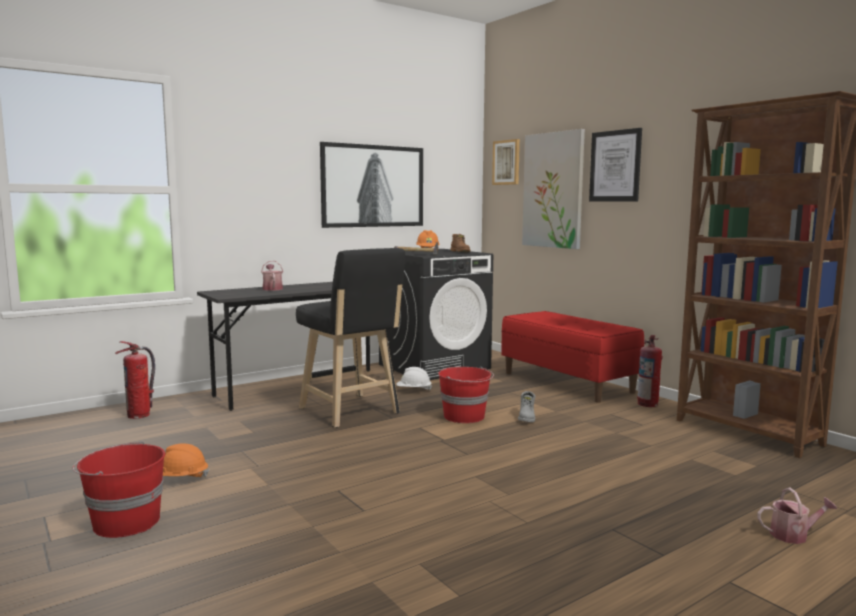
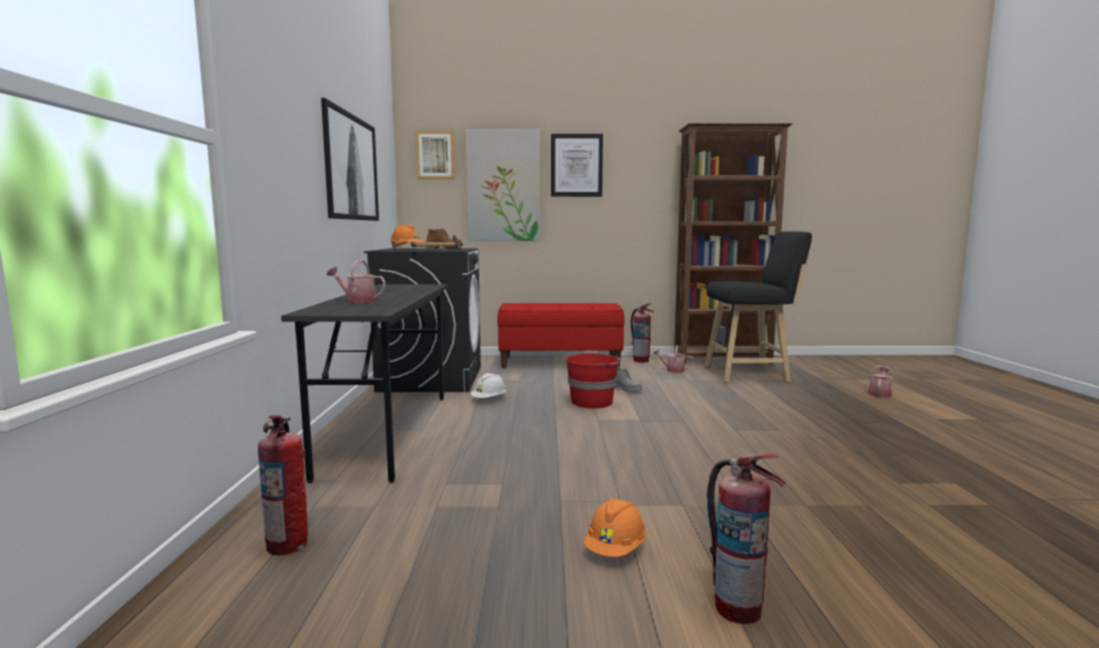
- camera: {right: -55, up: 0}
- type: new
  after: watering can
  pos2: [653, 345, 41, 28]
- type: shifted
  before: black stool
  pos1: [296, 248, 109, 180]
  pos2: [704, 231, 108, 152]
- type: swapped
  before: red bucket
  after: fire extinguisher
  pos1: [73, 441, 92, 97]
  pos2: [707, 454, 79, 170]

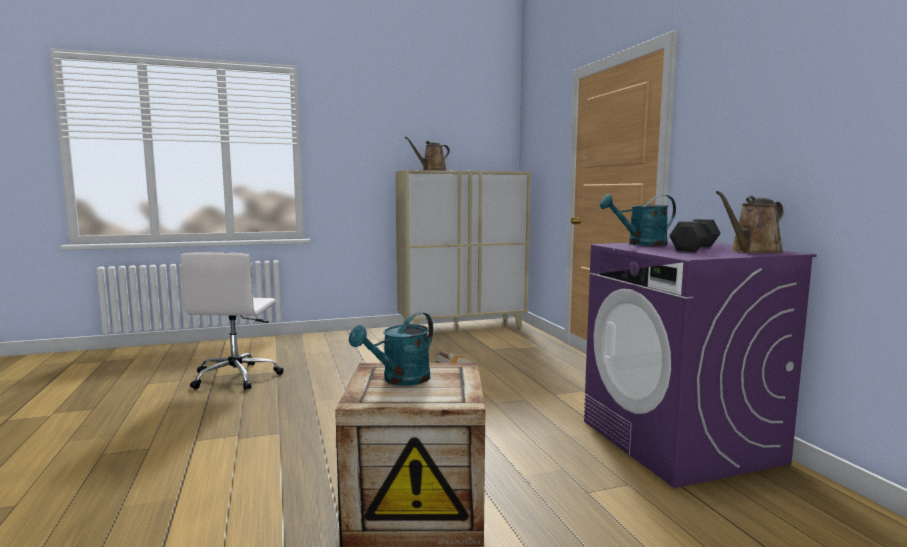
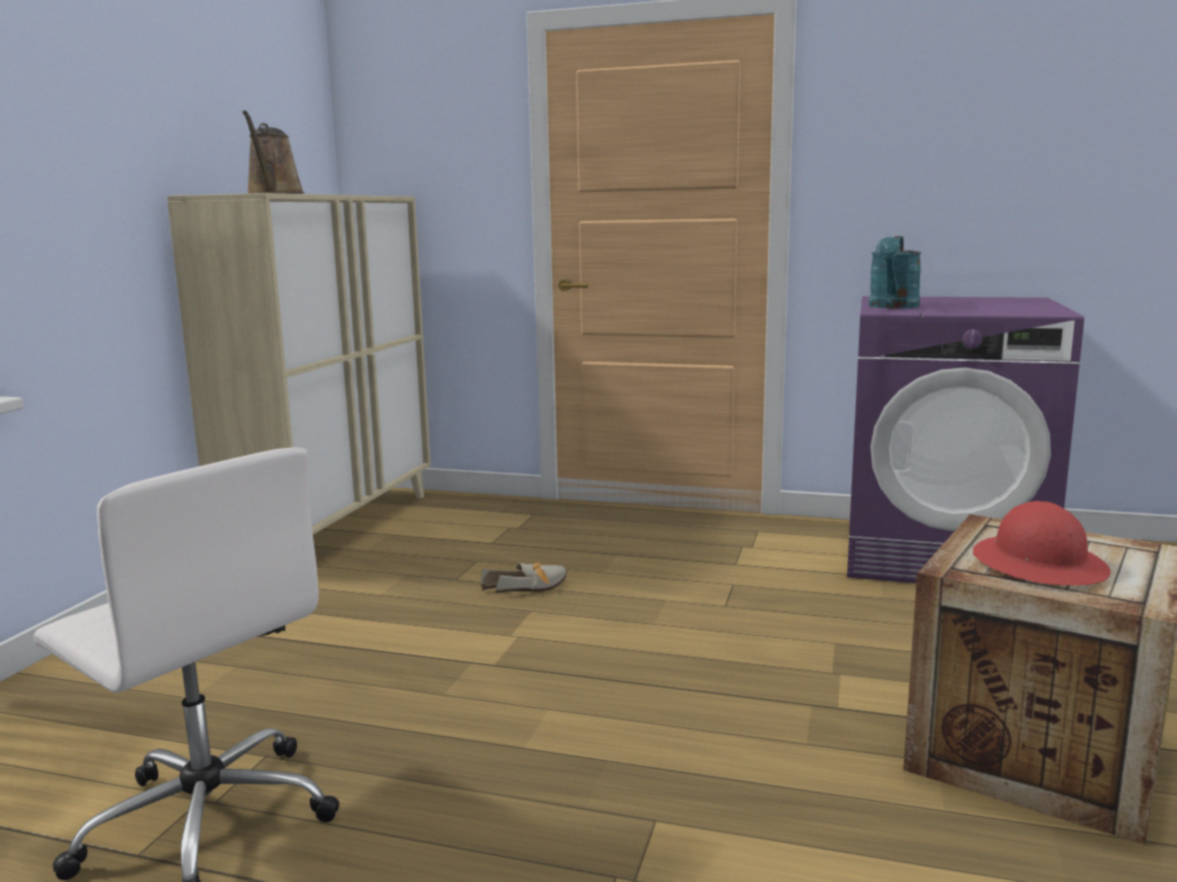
- camera: {right: -55, up: 5}
- type: swapped
  before: turquoise watering can
  after: red hard hat
  pos1: [349, 312, 84, 74]
  pos2: [973, 501, 138, 85]
- type: gone
  before: grey dumbbell
  pos1: [669, 219, 52, 33]
- type: gone
  before: brown watering can
  pos1: [716, 191, 68, 62]

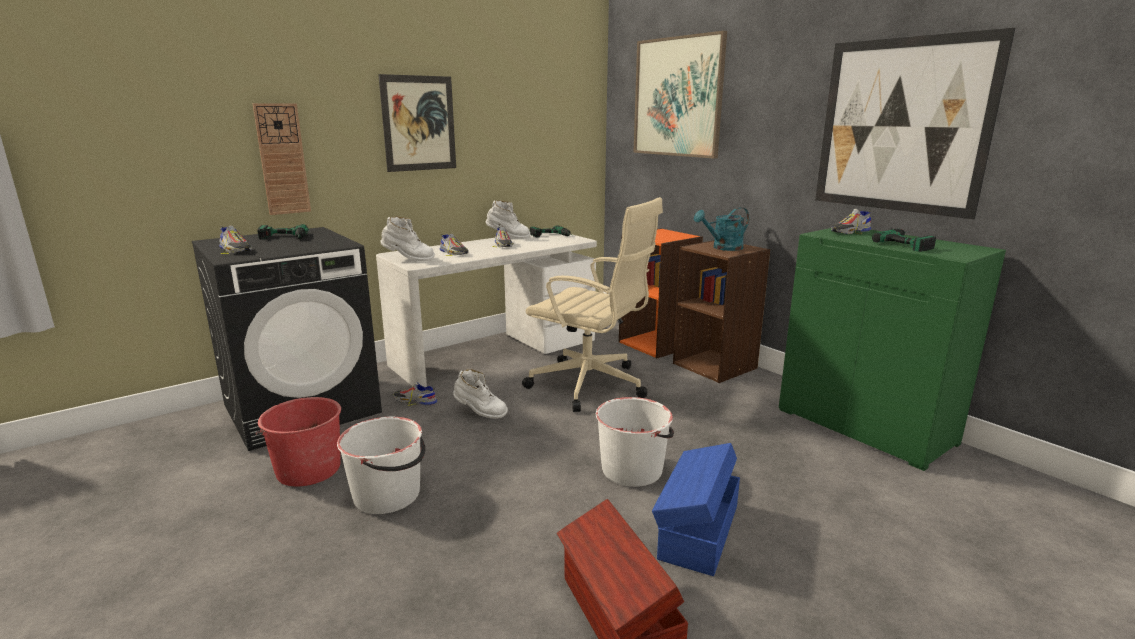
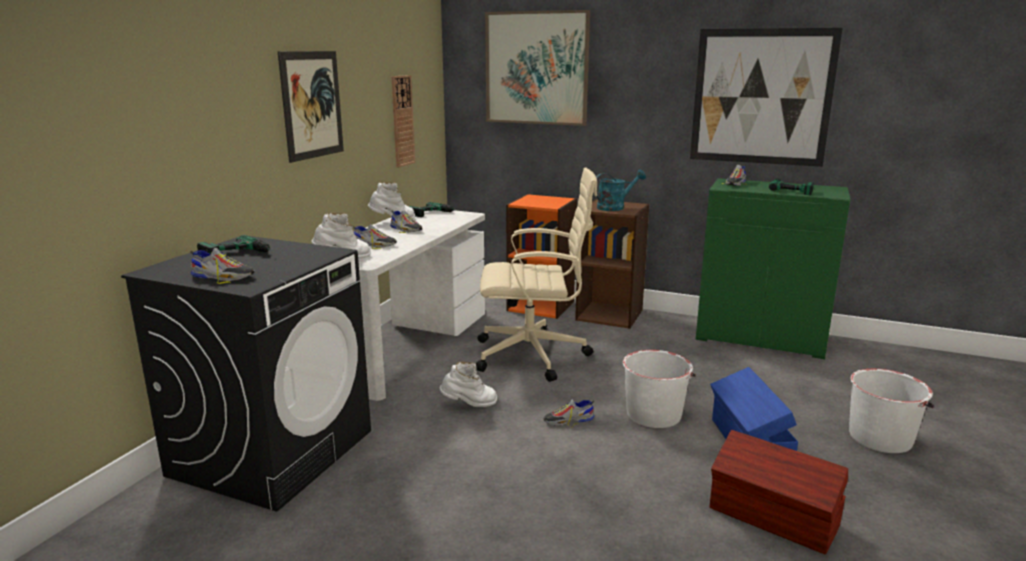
- camera: {right: -30, up: 0}
- type: shifted
  before: wall clock
  pos1: [253, 103, 58, 112]
  pos2: [391, 75, 24, 93]
- type: shifted
  before: shoe
  pos1: [394, 382, 43, 24]
  pos2: [544, 399, 50, 28]
- type: rotated
  before: turquoise watering can
  pos1: [694, 207, 55, 44]
  pos2: [596, 169, 50, 42]
  turn: -150
- type: shifted
  before: white bucket
  pos1: [337, 417, 88, 97]
  pos2: [849, 369, 85, 84]
- type: gone
  before: red bucket
  pos1: [255, 397, 86, 89]

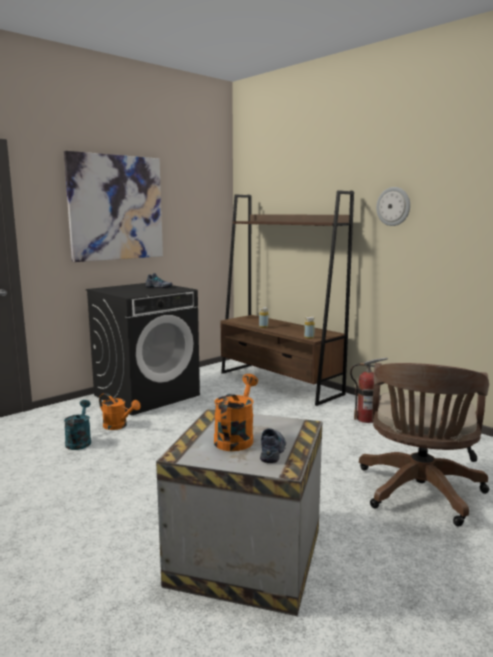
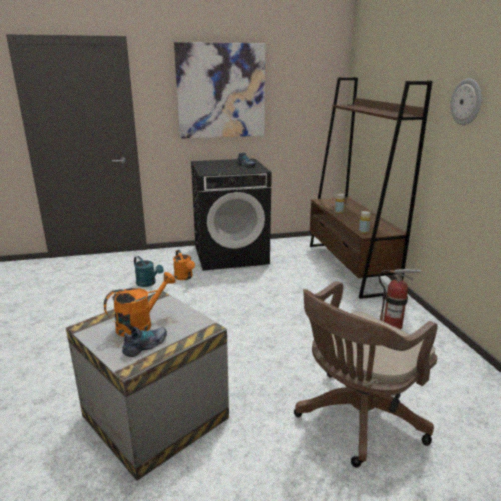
- camera: {right: 30, up: 10}
- type: rotated
  before: turquoise watering can
  pos1: [64, 400, 27, 50]
  pos2: [134, 256, 30, 31]
  turn: 105

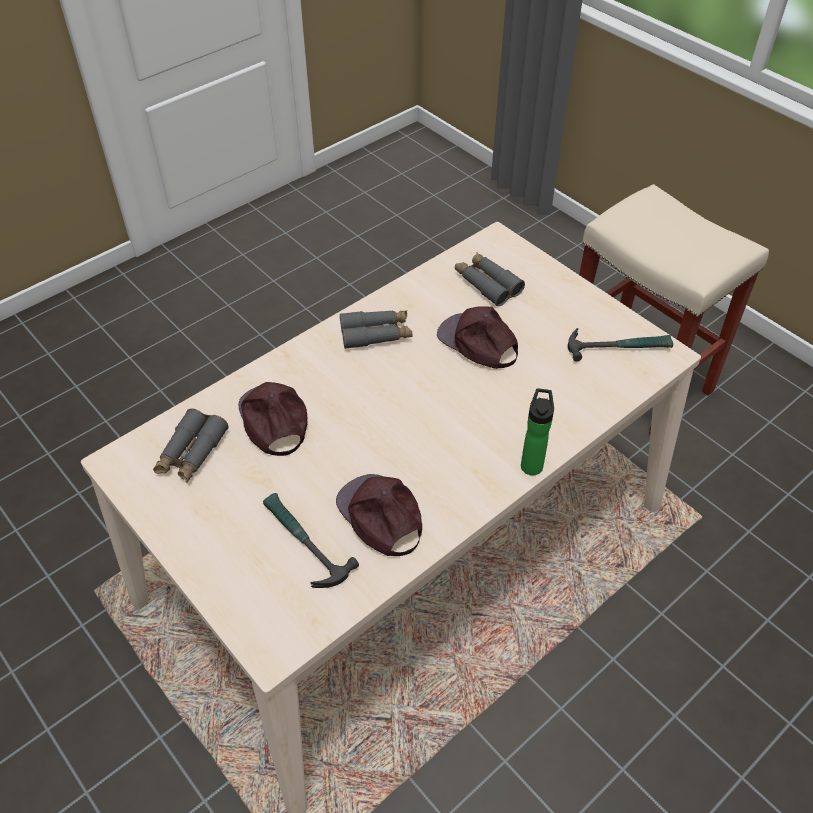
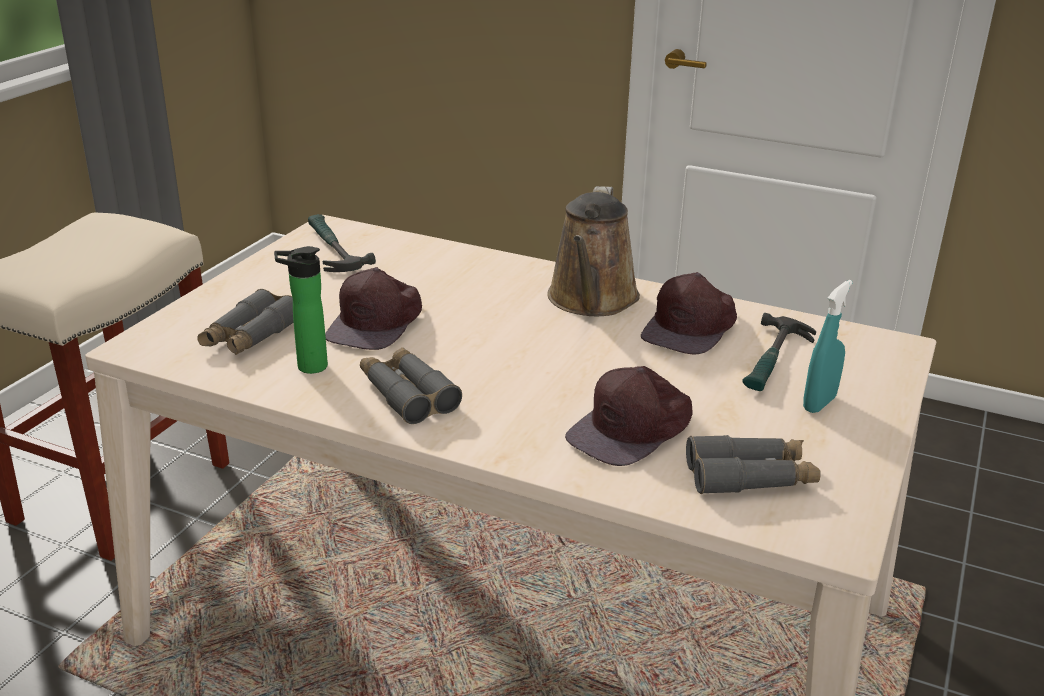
- camera: {right: -115, up: -20}
- type: shifted
  before: bottle
  pos1: [521, 389, 33, 86]
  pos2: [274, 246, 54, 128]
- type: new
  after: brown watering can
  pos2: [547, 186, 93, 130]
- type: new
  after: turquoise spray bottle
  pos2: [803, 280, 50, 133]

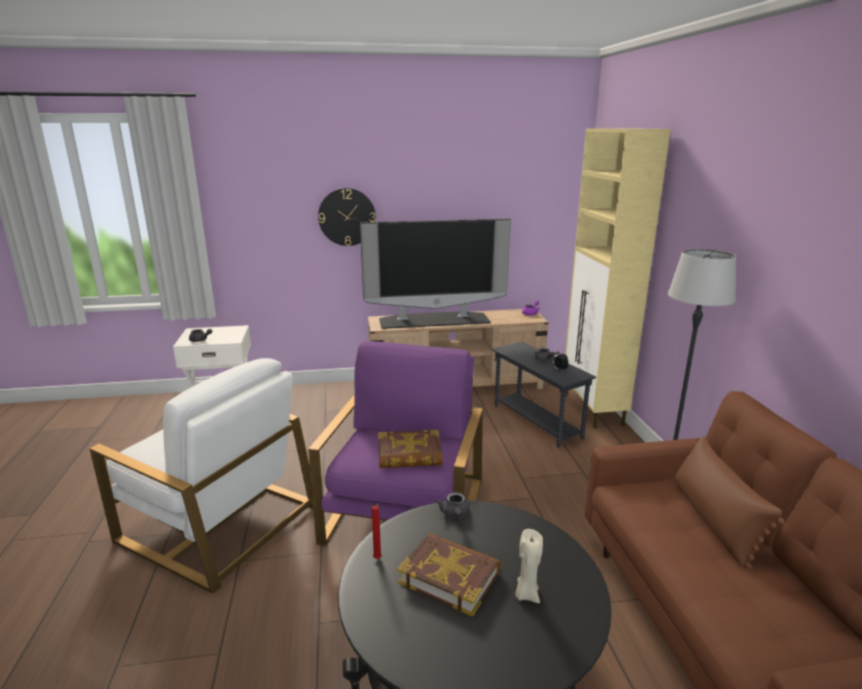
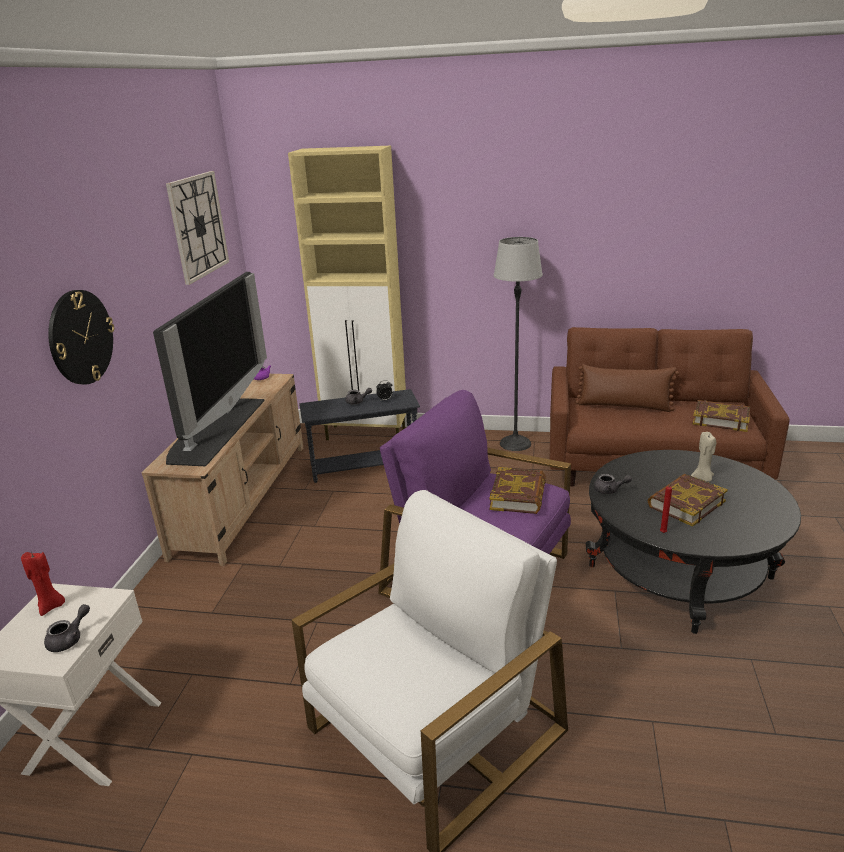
- camera: {right: -70, up: 5}
- type: new
  after: red candle
  pos2: [21, 552, 44, 64]
- type: new
  after: wall clock
  pos2: [166, 171, 63, 114]
- type: new
  after: book
  pos2: [693, 400, 57, 32]

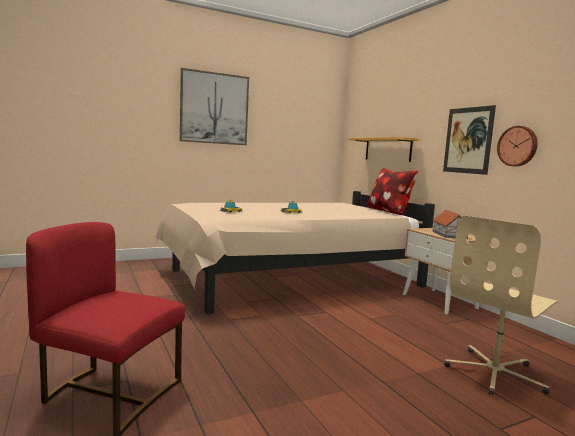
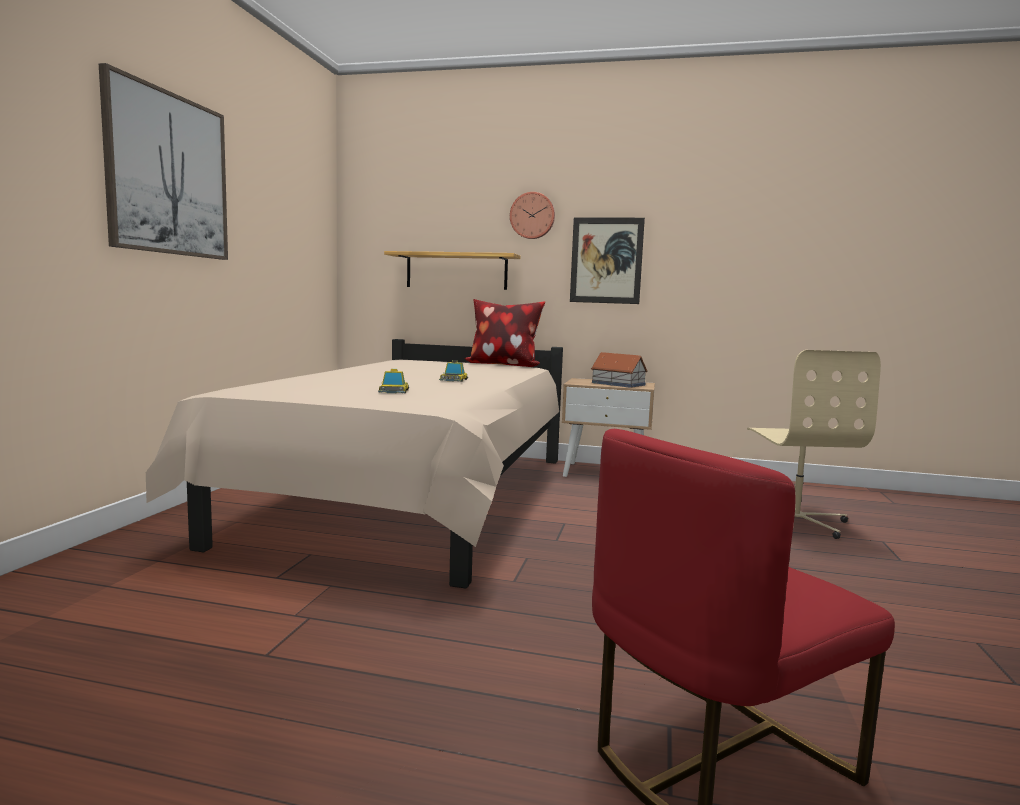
- camera: {right: -50, up: 0}
- type: shifted
  before: wall clock
  pos1: [497, 126, 41, 40]
  pos2: [510, 192, 45, 47]

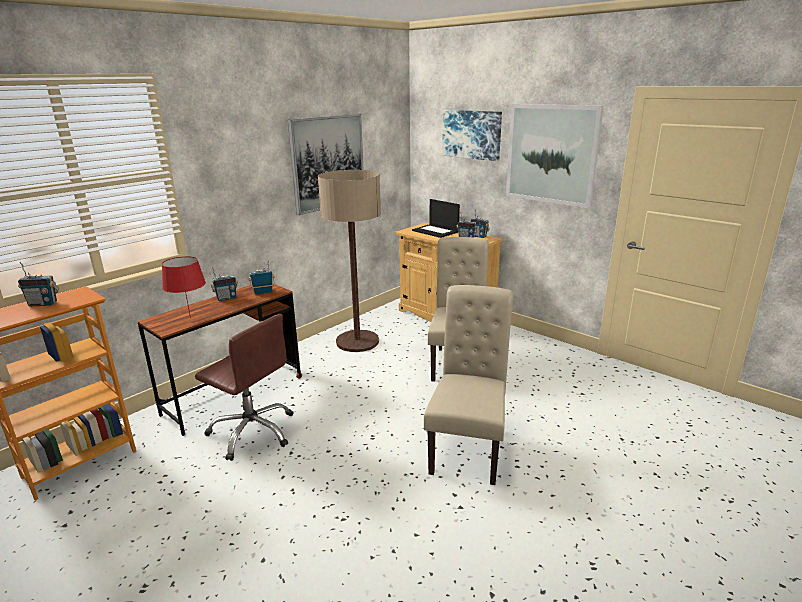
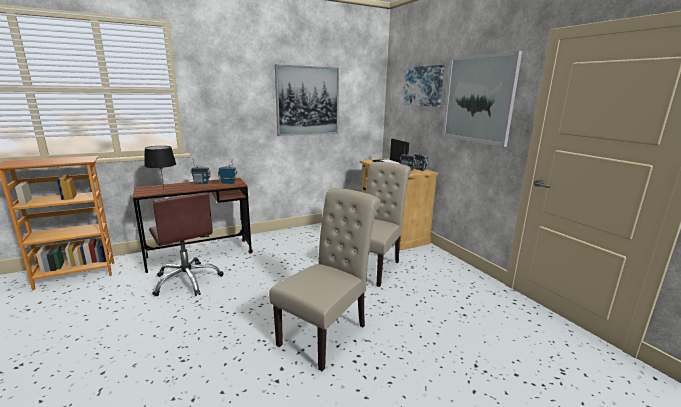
- camera: {right: 20, up: -5}
- type: repainted
  before: red table lamp
  after: black table lamp
  pos1: [162, 256, 44, 63]
  pos2: [144, 146, 32, 41]
- type: gone
  before: radio
  pos1: [18, 262, 41, 45]
- type: gone
  before: floor lamp
  pos1: [318, 170, 63, 182]

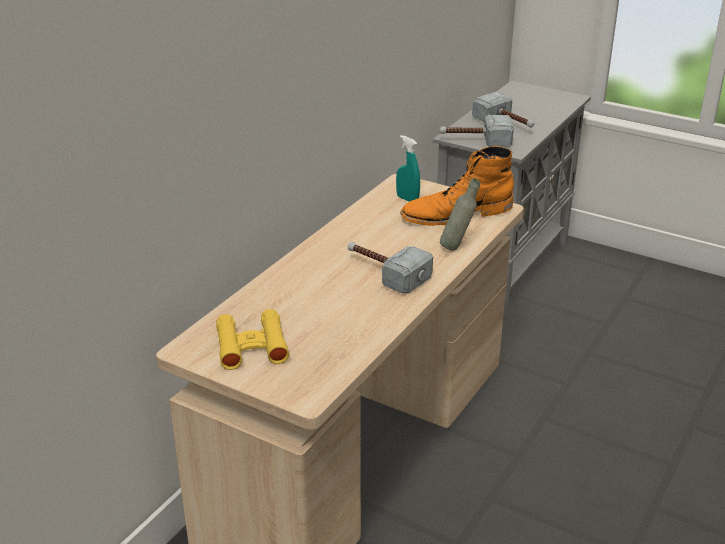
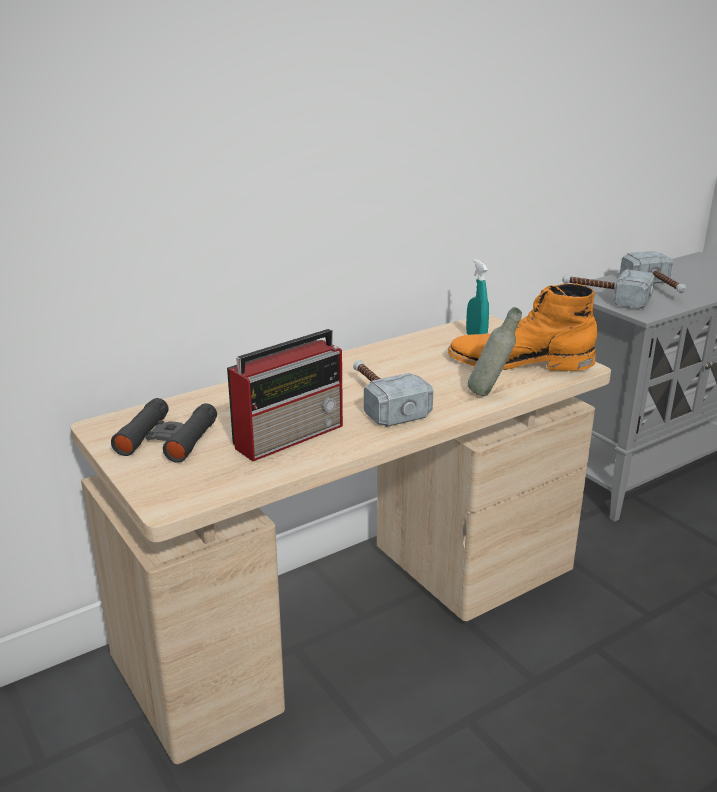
- camera: {right: 25, up: -5}
- type: repainted
  before: yellow binoculars
  after: black binoculars
  pos1: [216, 309, 73, 61]
  pos2: [111, 398, 106, 65]
- type: new
  after: radio
  pos2: [227, 329, 116, 132]

